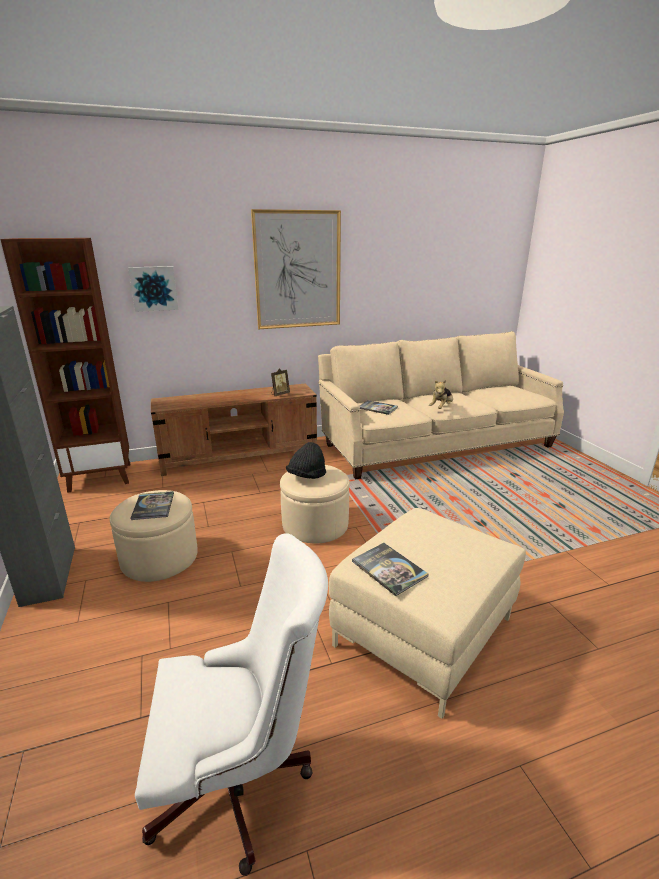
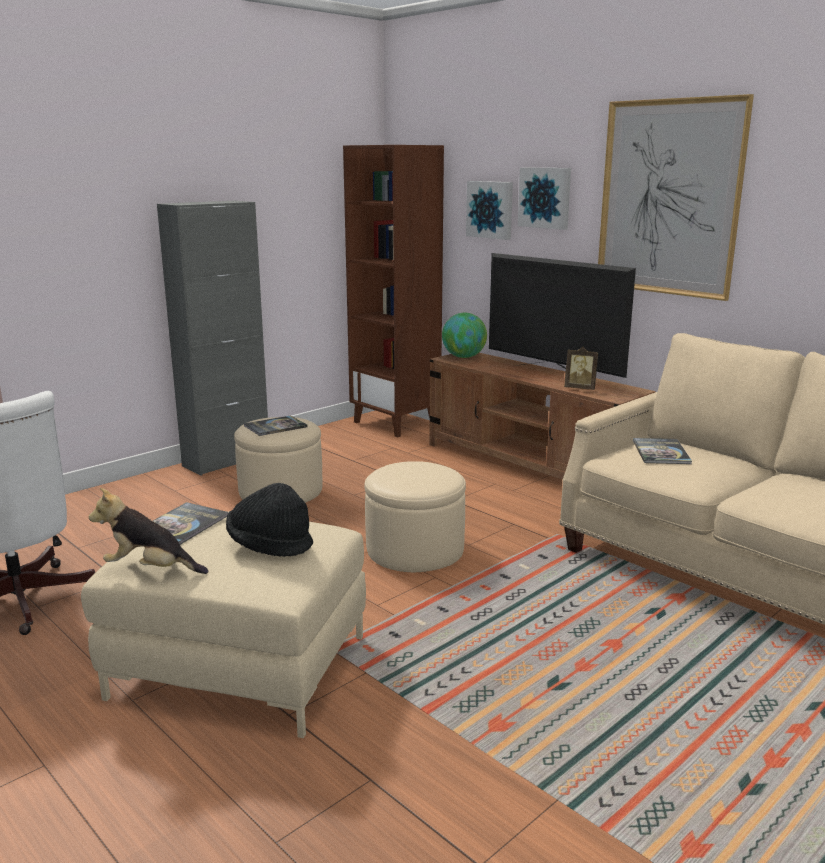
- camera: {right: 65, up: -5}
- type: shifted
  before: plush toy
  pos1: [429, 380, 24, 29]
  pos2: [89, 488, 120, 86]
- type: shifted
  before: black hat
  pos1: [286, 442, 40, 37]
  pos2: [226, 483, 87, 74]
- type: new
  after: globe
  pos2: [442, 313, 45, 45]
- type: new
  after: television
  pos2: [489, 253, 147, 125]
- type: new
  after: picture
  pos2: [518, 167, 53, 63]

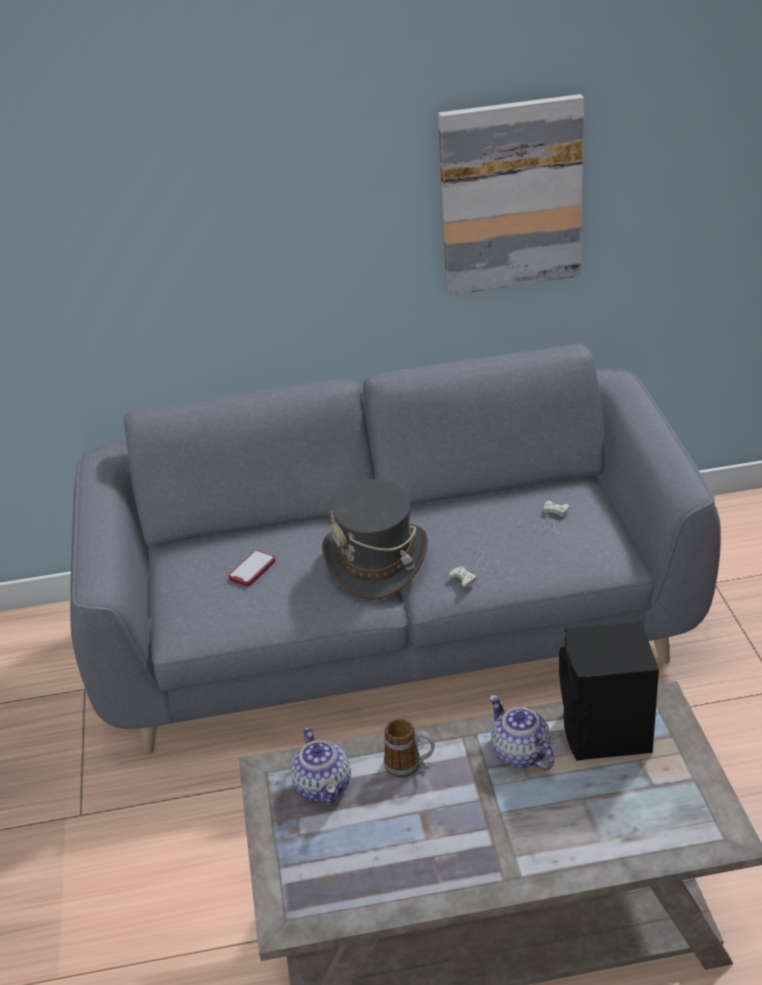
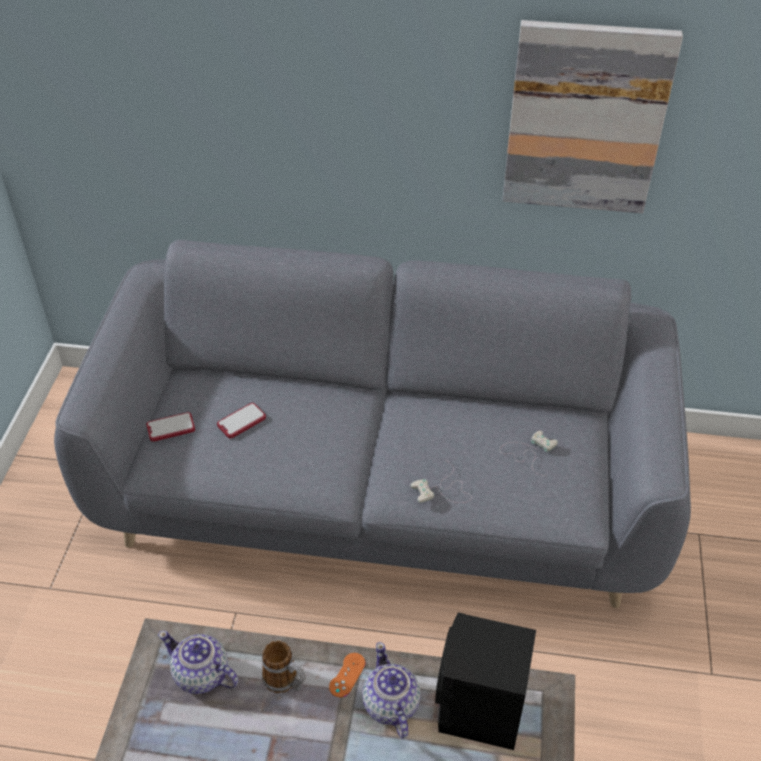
- camera: {right: 15, up: 10}
- type: new
  after: phone
  pos2: [146, 412, 49, 30]
- type: rotated
  before: teapot
  pos1: [291, 727, 60, 78]
  pos2: [158, 631, 81, 63]
  turn: 120
- type: new
  after: orange game controller
  pos2: [329, 653, 37, 44]
- type: gone
  before: grey hat
  pos1: [322, 479, 106, 121]

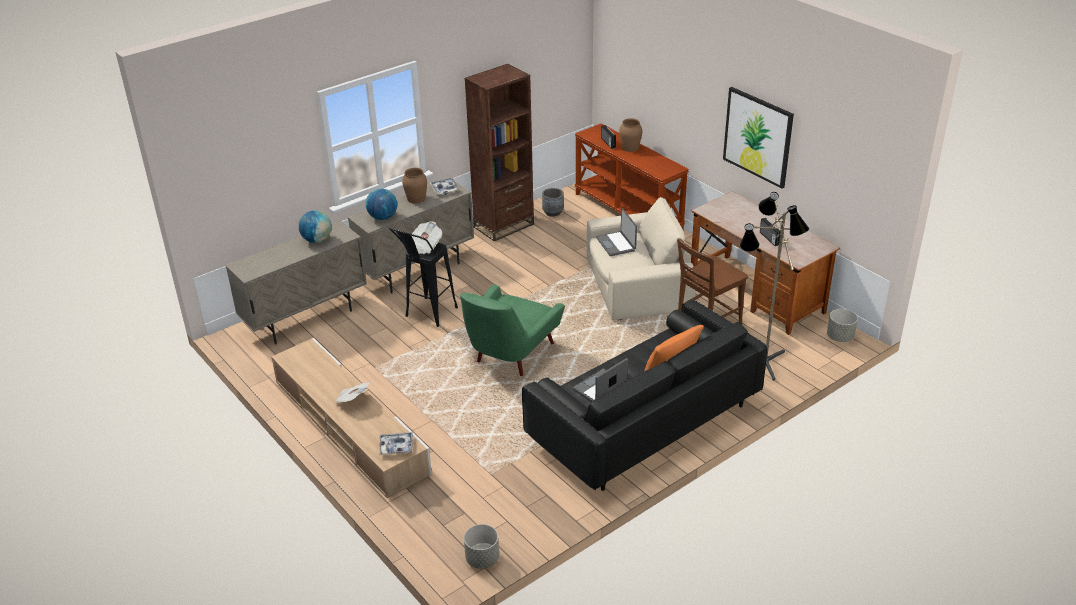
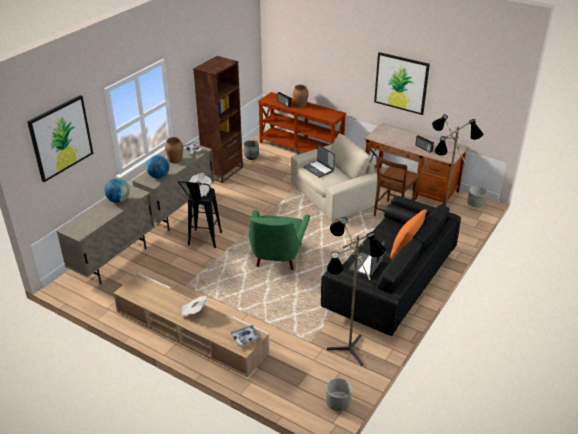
- camera: {right: -20, up: 0}
- type: new
  after: picture
  pos2: [27, 95, 66, 87]
- type: new
  after: floor lamp
  pos2: [327, 217, 59, 149]

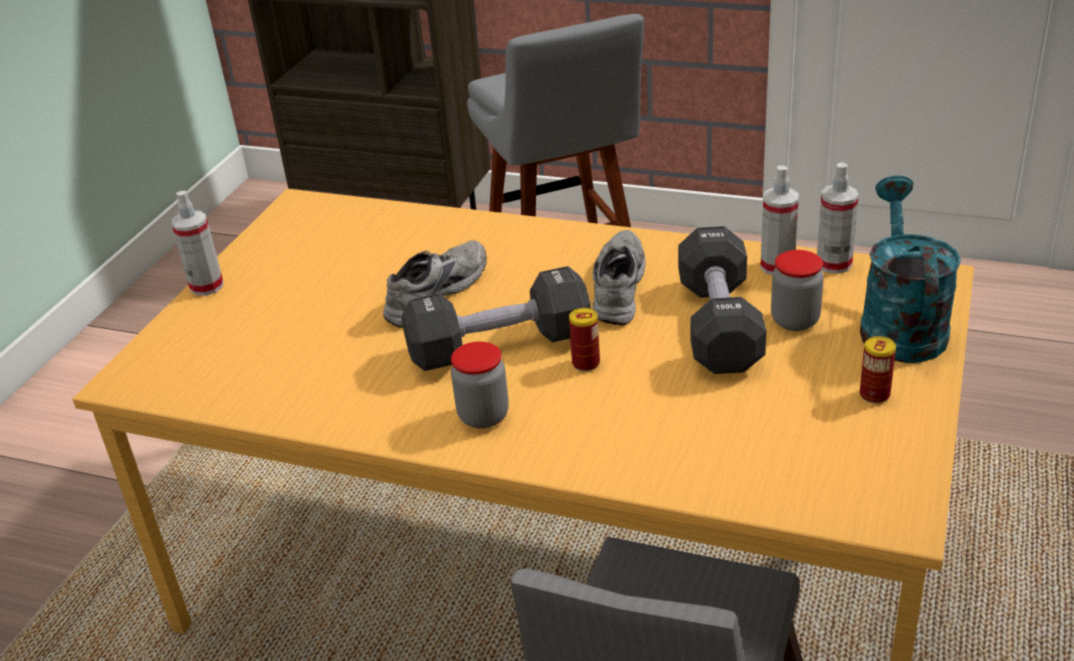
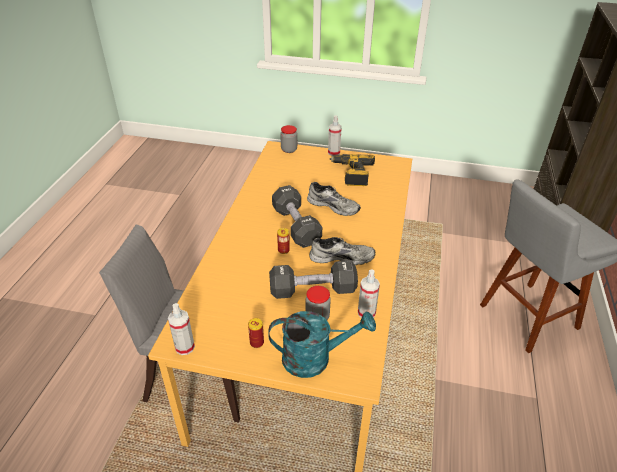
- camera: {right: 80, up: 5}
- type: shifted
  before: spray bottle
  pos1: [817, 162, 42, 112]
  pos2: [168, 303, 27, 52]
- type: shifted
  before: jar
  pos1: [451, 342, 58, 87]
  pos2: [280, 125, 17, 28]
- type: new
  after: power drill
  pos2: [329, 154, 46, 32]

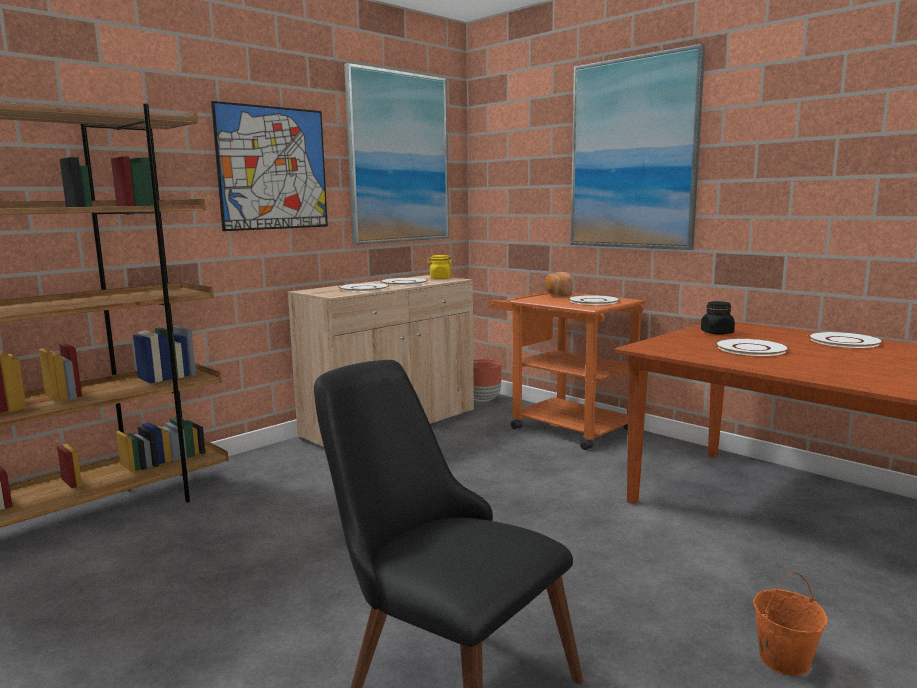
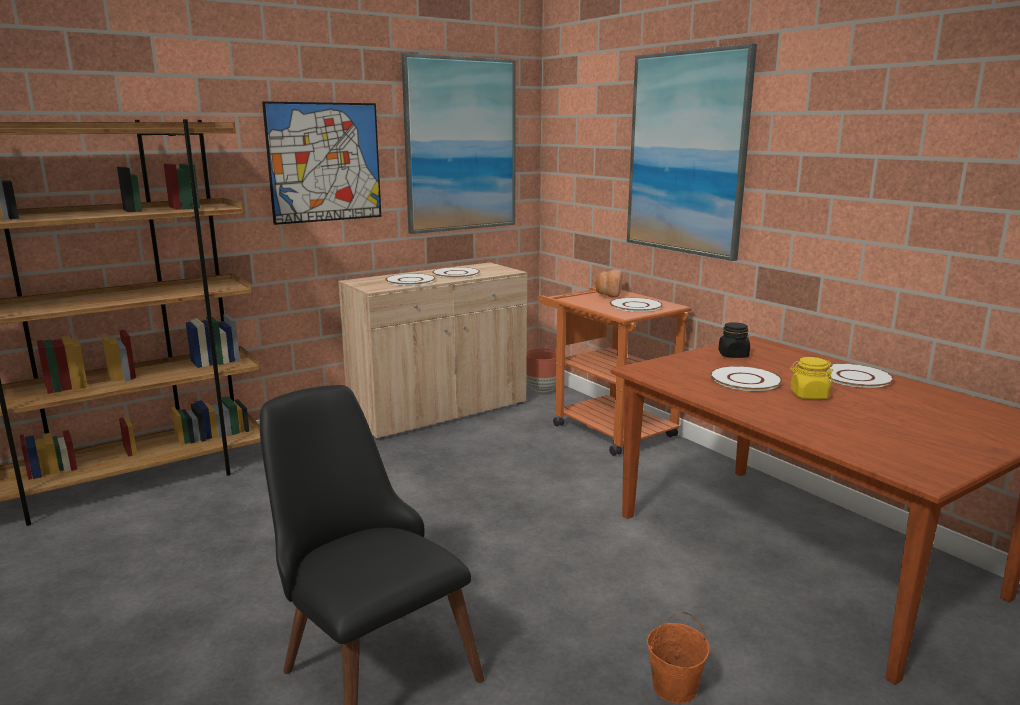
- camera: {right: 10, up: 5}
- type: shifted
  before: yellow jar
  pos1: [427, 255, 25, 24]
  pos2: [790, 357, 43, 42]

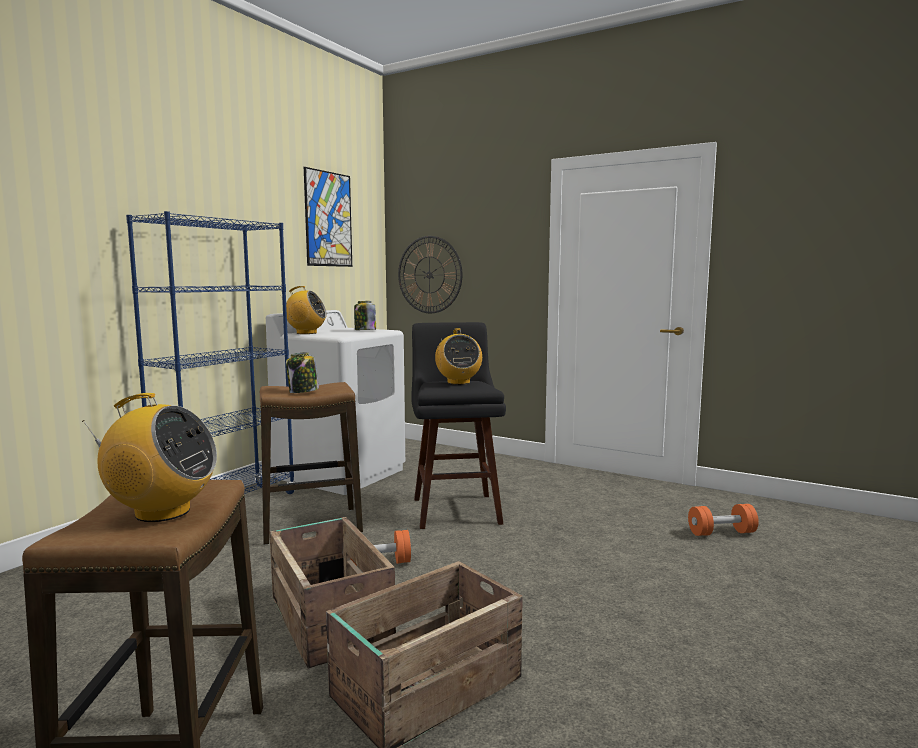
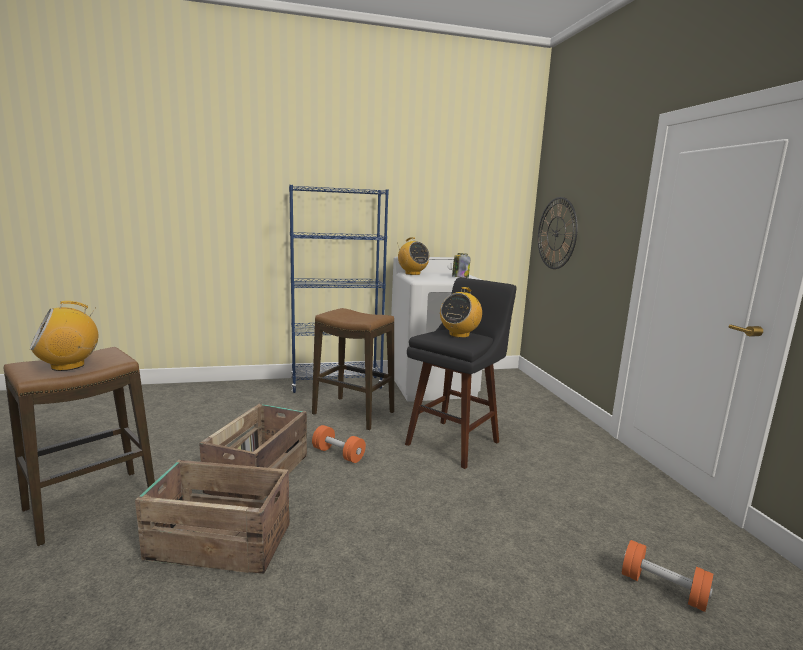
- camera: {right: 45, up: 5}
- type: rotated
  before: radio
  pos1: [82, 393, 135, 129]
  pos2: [30, 301, 68, 70]
  turn: 90
- type: gone
  before: jar
  pos1: [286, 352, 33, 41]
- type: gone
  before: picture
  pos1: [304, 167, 48, 100]

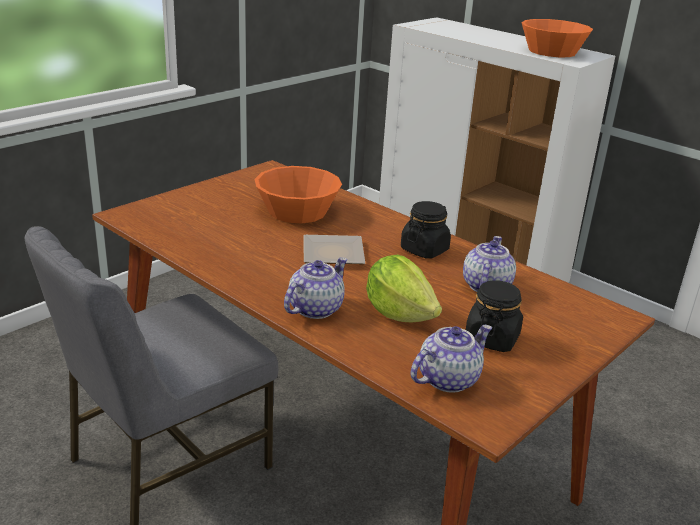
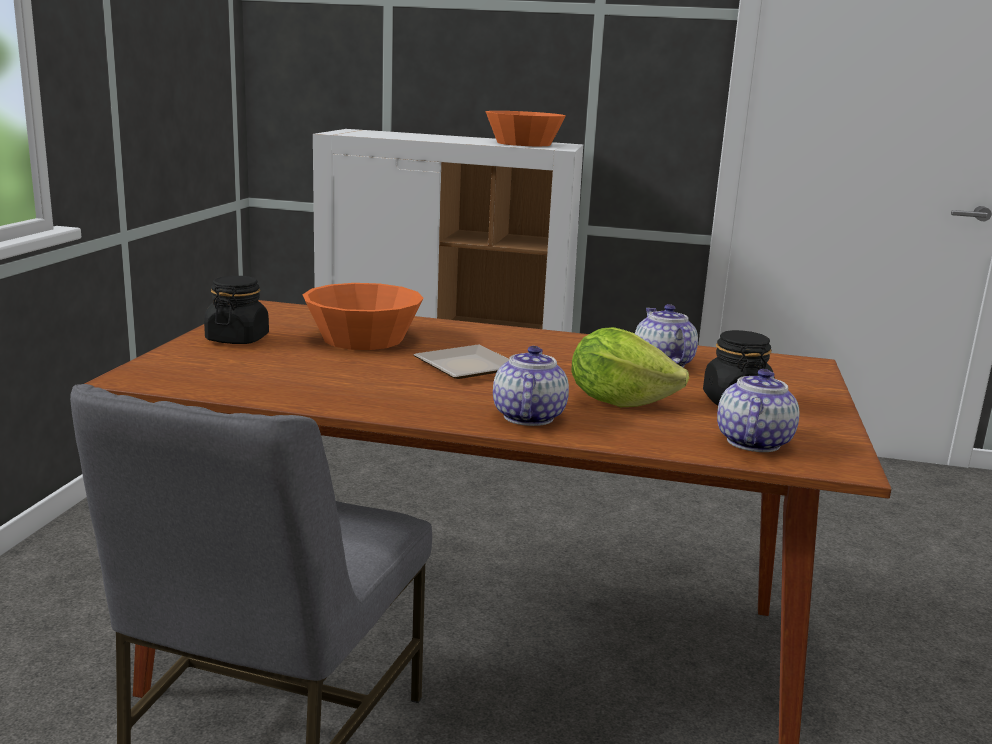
- camera: {right: -30, up: -10}
- type: shifted
  before: black jar
  pos1: [401, 201, 50, 58]
  pos2: [204, 276, 65, 68]

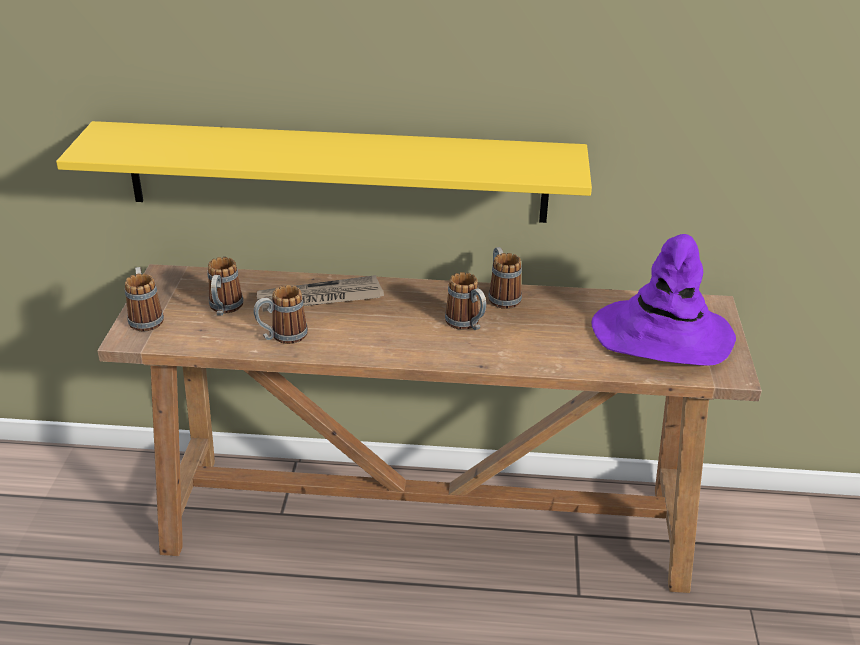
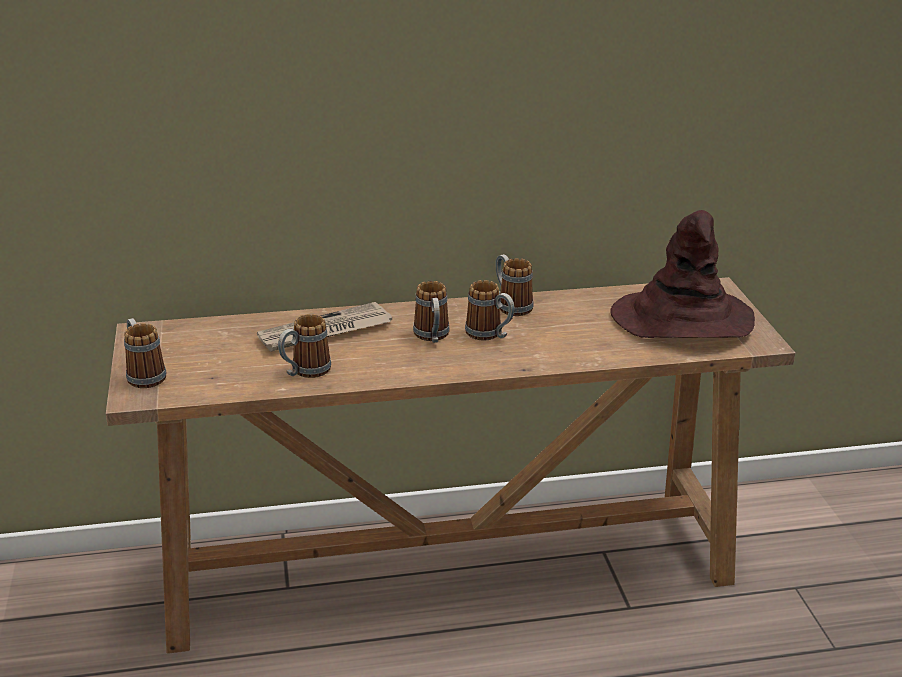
- camera: {right: -15, up: -5}
- type: shifted
  before: mug
  pos1: [207, 257, 36, 59]
  pos2: [413, 281, 37, 62]
- type: repainted
  before: purple hat
  after: brown hat
  pos1: [592, 234, 144, 132]
  pos2: [610, 210, 145, 128]
- type: gone
  before: yellow shelf
  pos1: [56, 121, 536, 102]

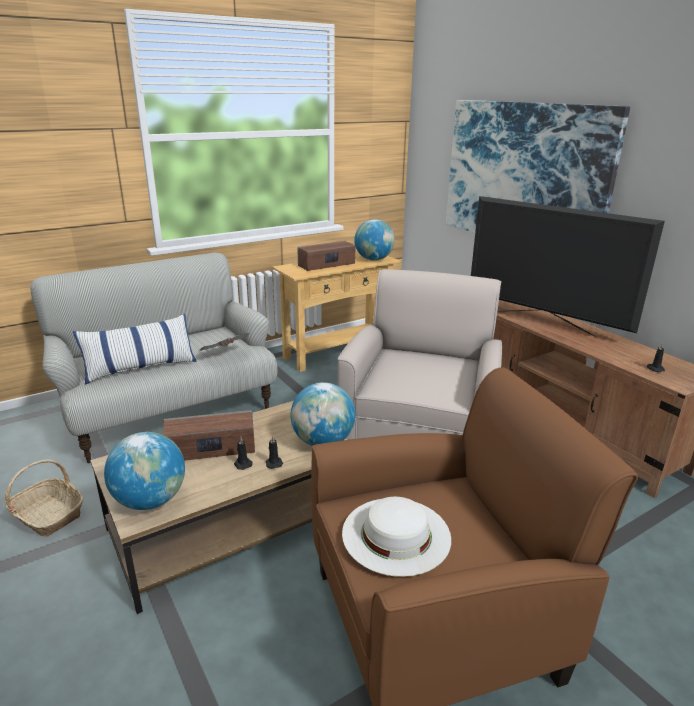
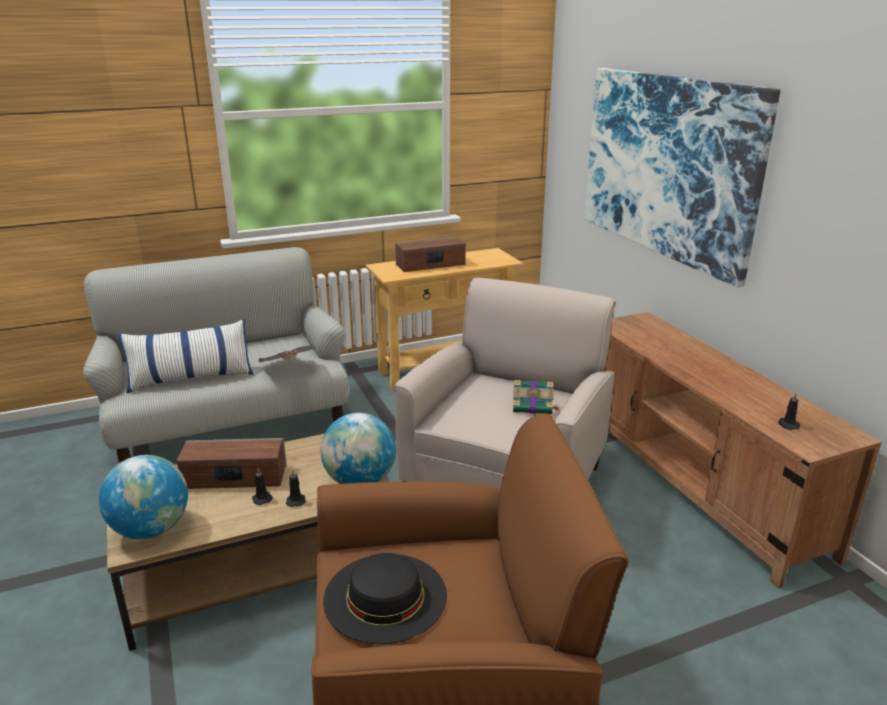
- camera: {right: 10, up: 0}
- type: repainted
  before: white hat
  after: black hat
  pos1: [342, 497, 109, 80]
  pos2: [323, 553, 124, 91]
- type: new
  after: book
  pos2: [513, 380, 46, 34]
- type: gone
  before: basket
  pos1: [5, 459, 79, 78]
- type: gone
  before: globe
  pos1: [354, 219, 41, 42]
- type: gone
  before: television
  pos1: [471, 196, 194, 141]

